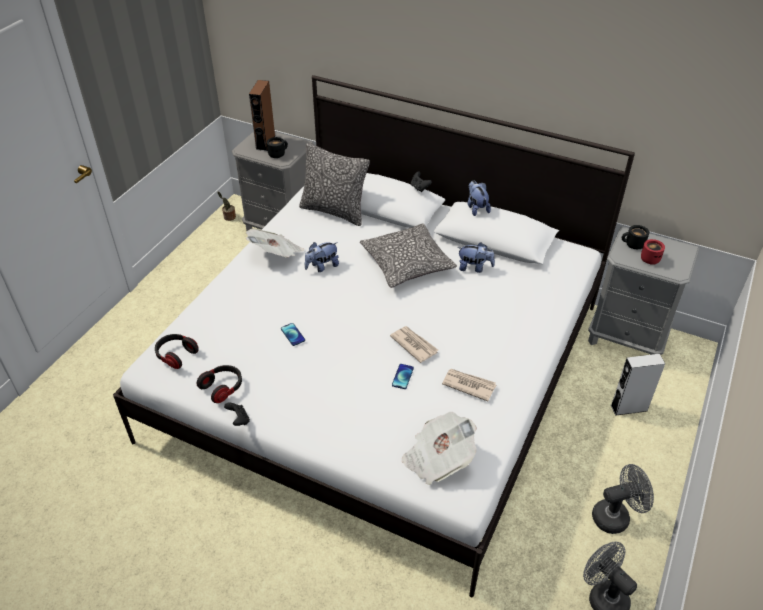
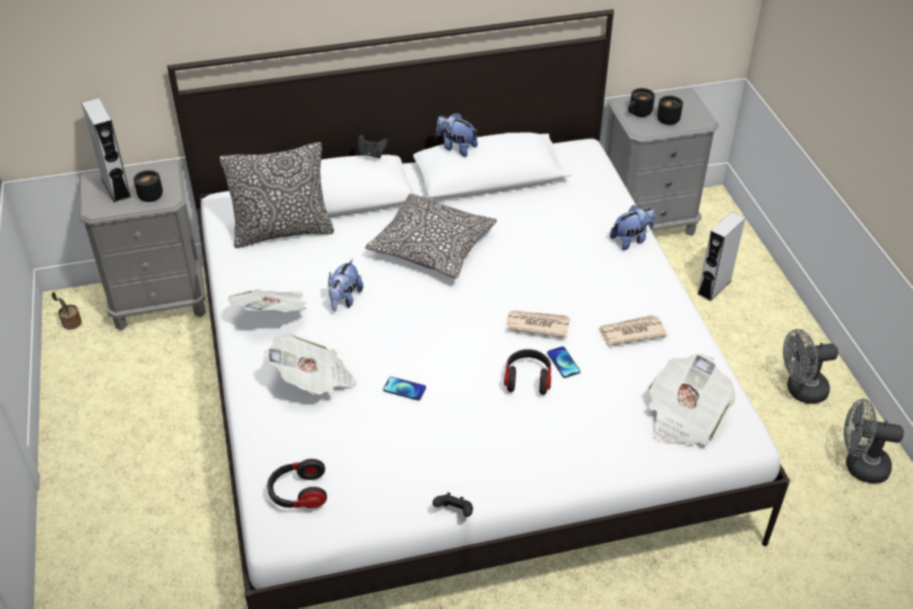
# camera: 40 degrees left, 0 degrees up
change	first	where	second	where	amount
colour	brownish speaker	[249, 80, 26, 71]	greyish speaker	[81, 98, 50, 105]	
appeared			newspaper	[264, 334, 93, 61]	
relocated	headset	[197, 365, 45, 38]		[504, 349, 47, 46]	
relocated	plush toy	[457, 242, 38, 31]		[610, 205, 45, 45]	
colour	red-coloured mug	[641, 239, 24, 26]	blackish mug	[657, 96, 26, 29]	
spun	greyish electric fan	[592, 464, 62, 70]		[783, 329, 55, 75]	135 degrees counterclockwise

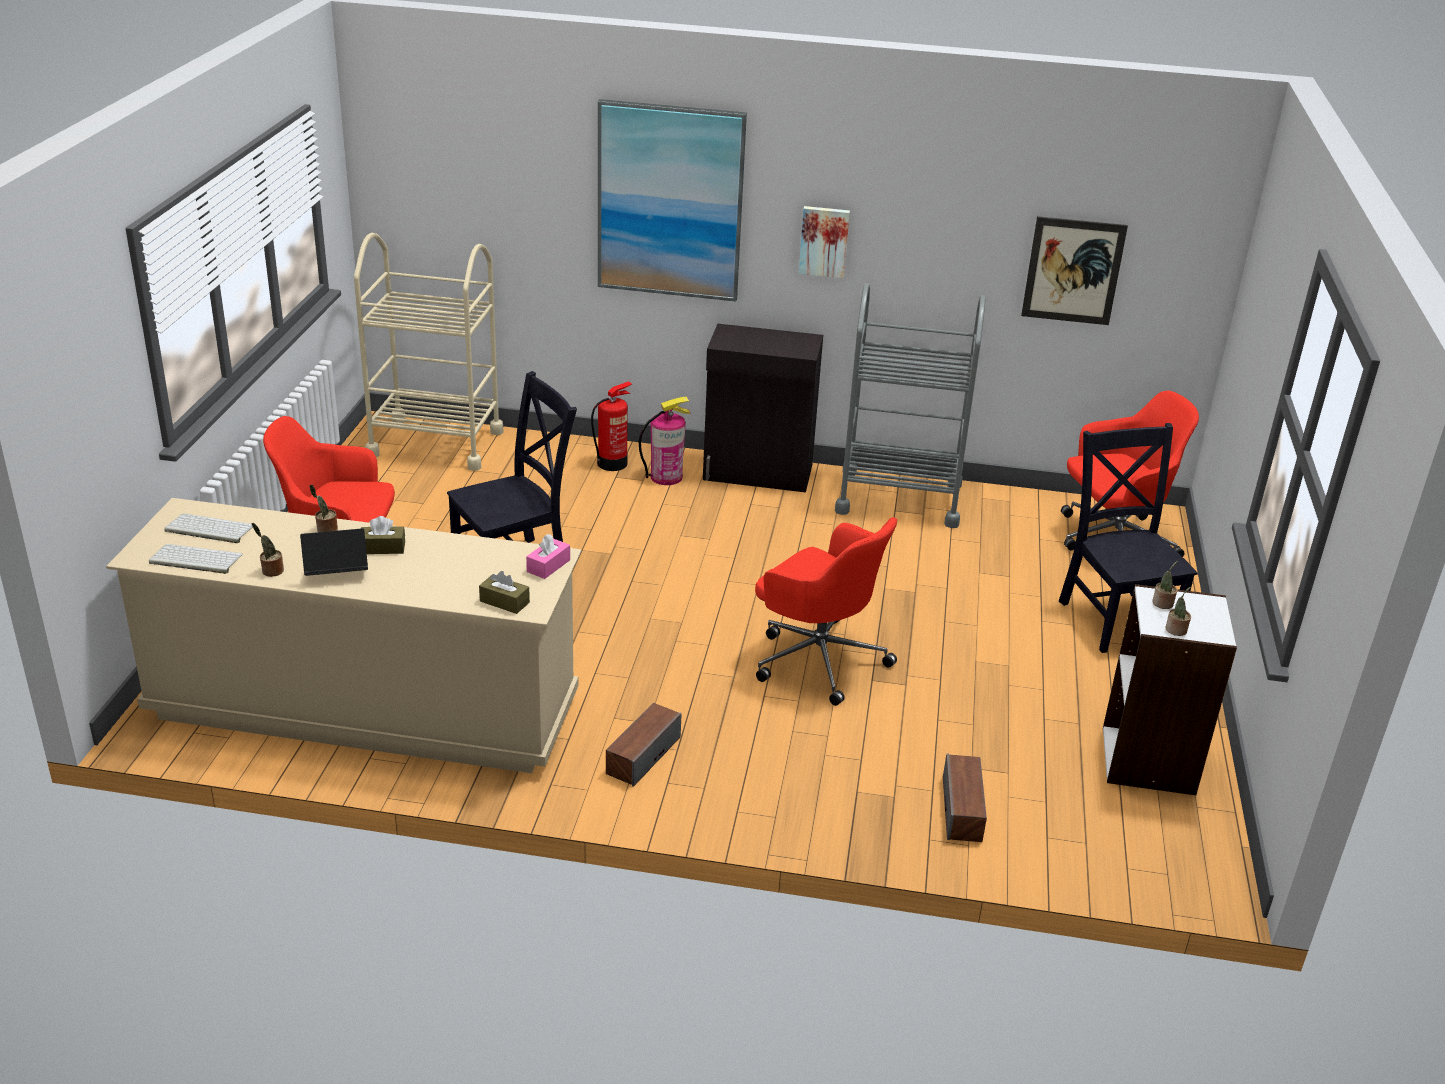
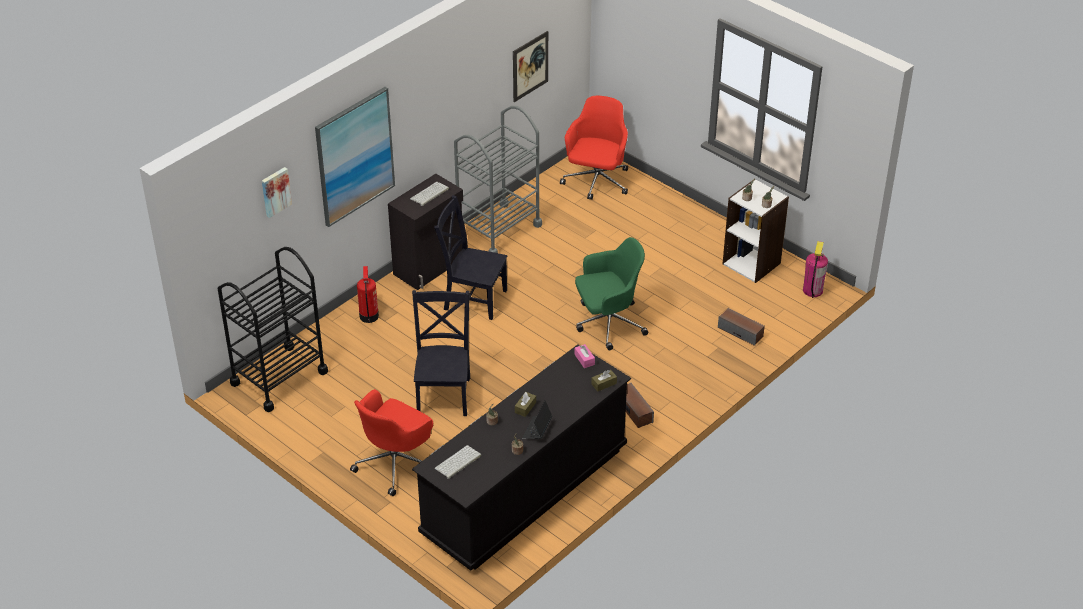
# camera: 55 degrees left, 10 degrees up
change	first	where	second	where	amount
colour	beige trolley	[354, 233, 150, 238]	blackish trolley	[217, 247, 111, 165]	
relocated	picture	[799, 206, 51, 72]		[262, 167, 30, 51]	
relocated	keyboard	[149, 544, 94, 30]		[410, 182, 39, 24]	
colour	beige dresser	[106, 498, 475, 275]	blackish dresser	[412, 344, 219, 227]	
relocated	blackish plain chair	[1059, 423, 139, 230]		[434, 195, 73, 125]	
colour	red-coloured office chair	[755, 517, 142, 189]	green office chair	[575, 237, 73, 113]	
relocated	extinguisher	[639, 397, 52, 88]		[803, 241, 25, 57]	

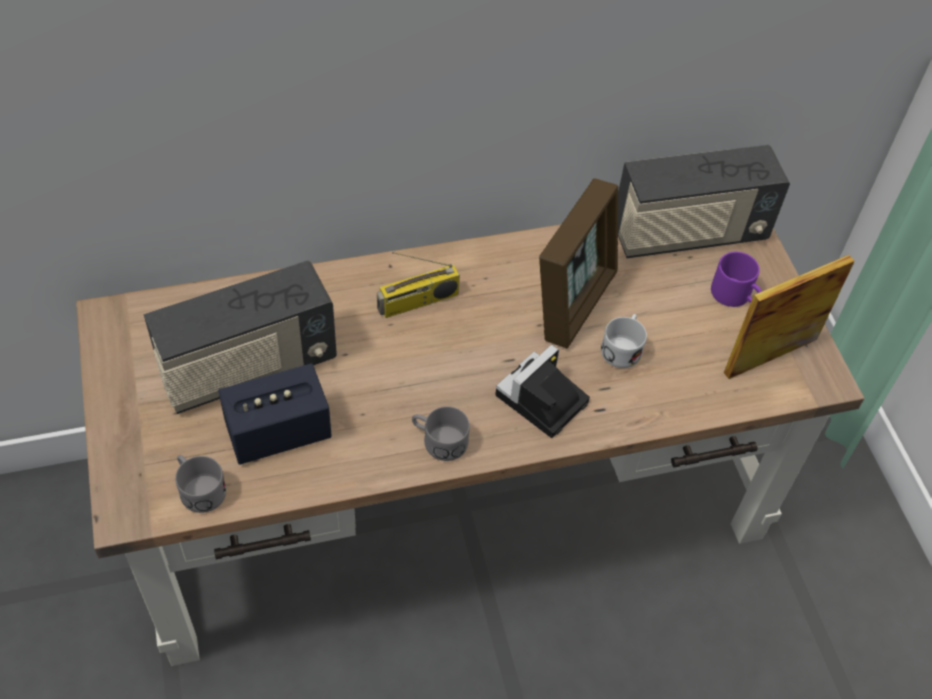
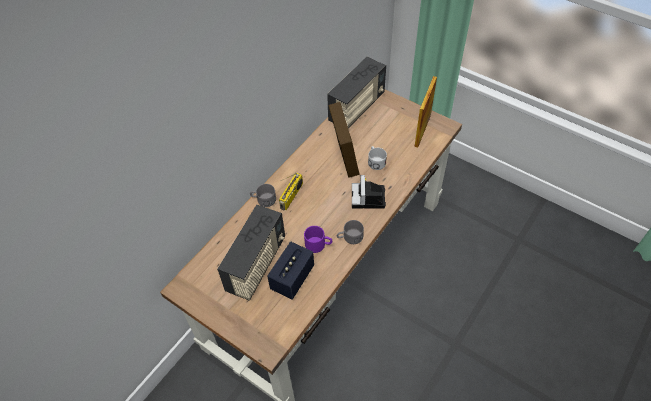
# camera: 35 degrees left, 0 degrees up
change	first	where	second	where	amount
relocated	greyish mug	[175, 455, 51, 58]		[250, 184, 26, 23]	
relocated	purple-coloured mug	[711, 252, 51, 55]		[304, 226, 28, 27]	

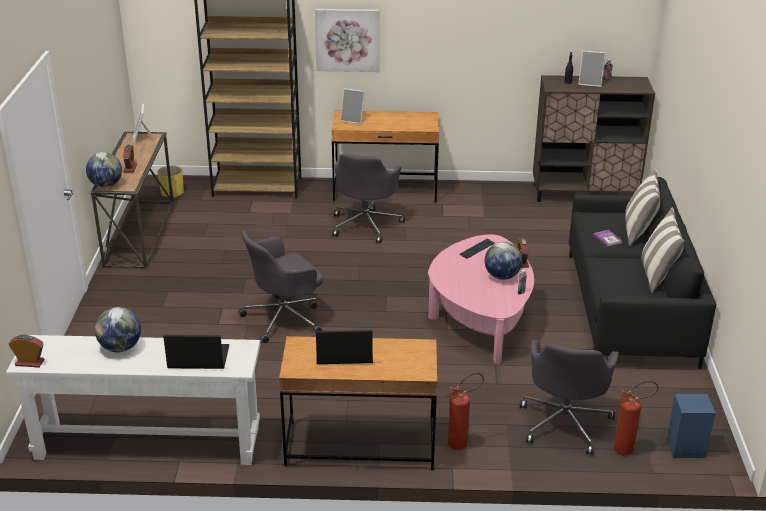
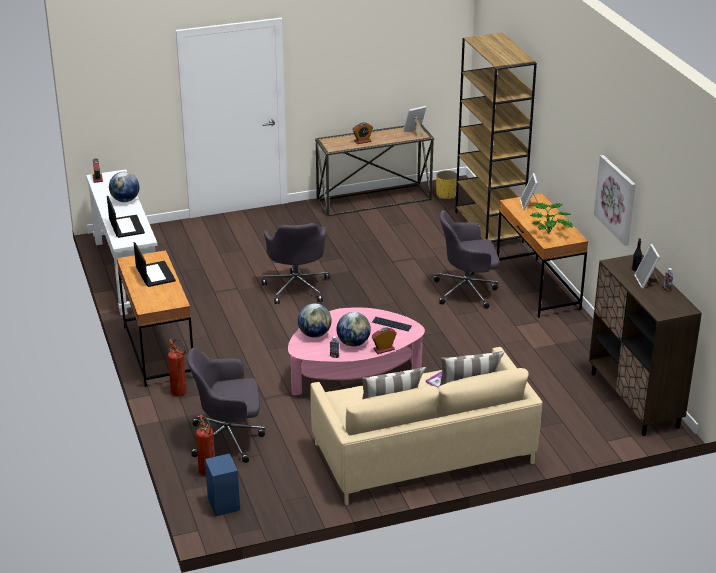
# camera: 70 degrees right, 0 degrees up
change	first	where	second	where	amount
spun	greyish office chair	[238, 230, 85, 113]		[262, 223, 68, 81]	135 degrees counterclockwise
relocated	globe	[86, 152, 36, 36]		[298, 303, 34, 35]	
colour	blackish settee	[569, 177, 147, 192]	beige settee	[310, 347, 233, 158]	
appeared			plant in a pot	[530, 202, 43, 31]	
relocated	picture	[315, 9, 65, 63]		[594, 155, 42, 91]	

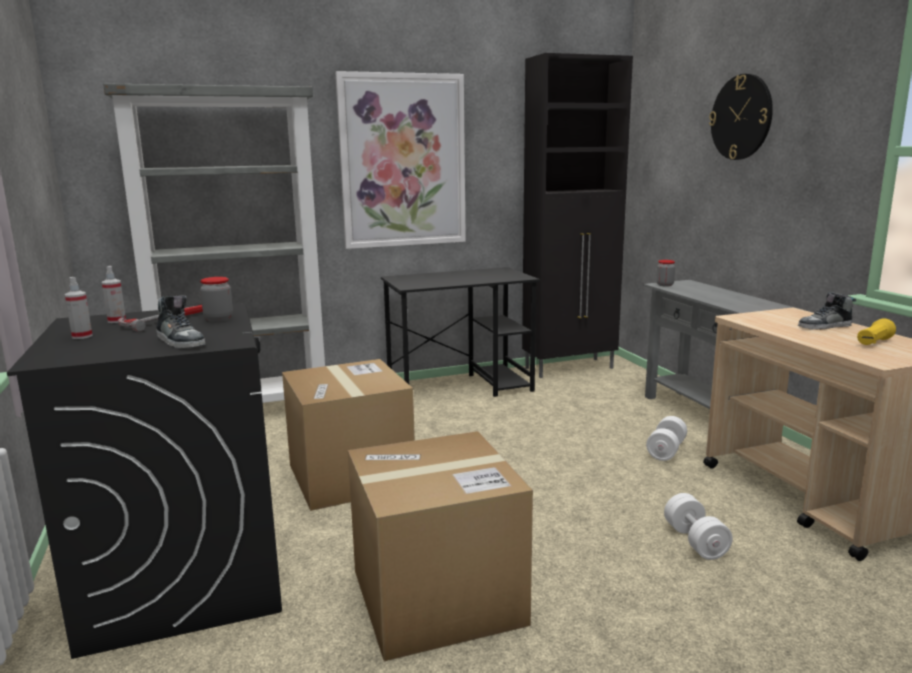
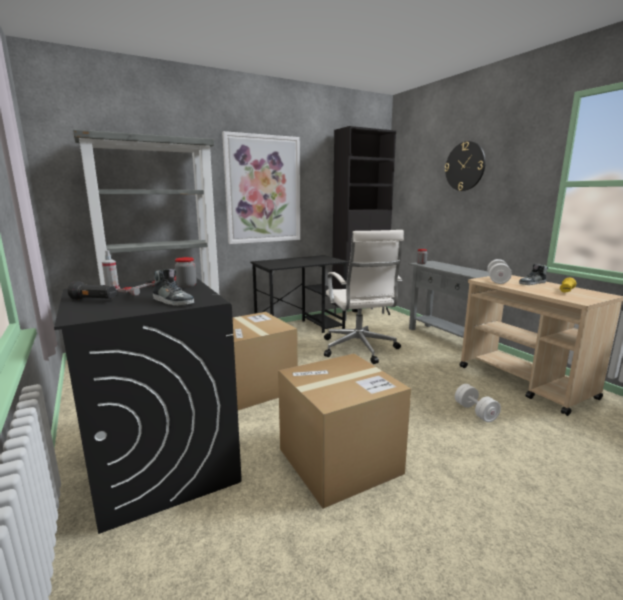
# camera: 10 degrees left, 0 degrees up
change	first	where	second	where	amount
exchanged	sprayer	[65, 277, 28, 62]	blackish torch	[68, 281, 49, 19]	
appeared			white office chair	[324, 230, 80, 134]	
relocated	white free weight	[646, 416, 41, 45]		[487, 259, 25, 25]	

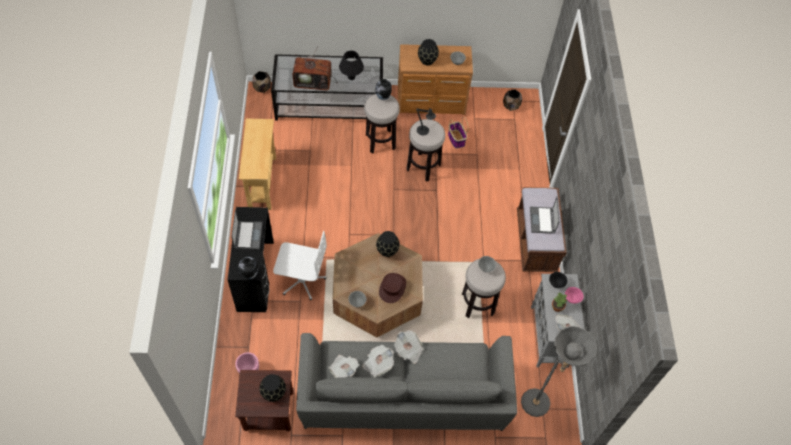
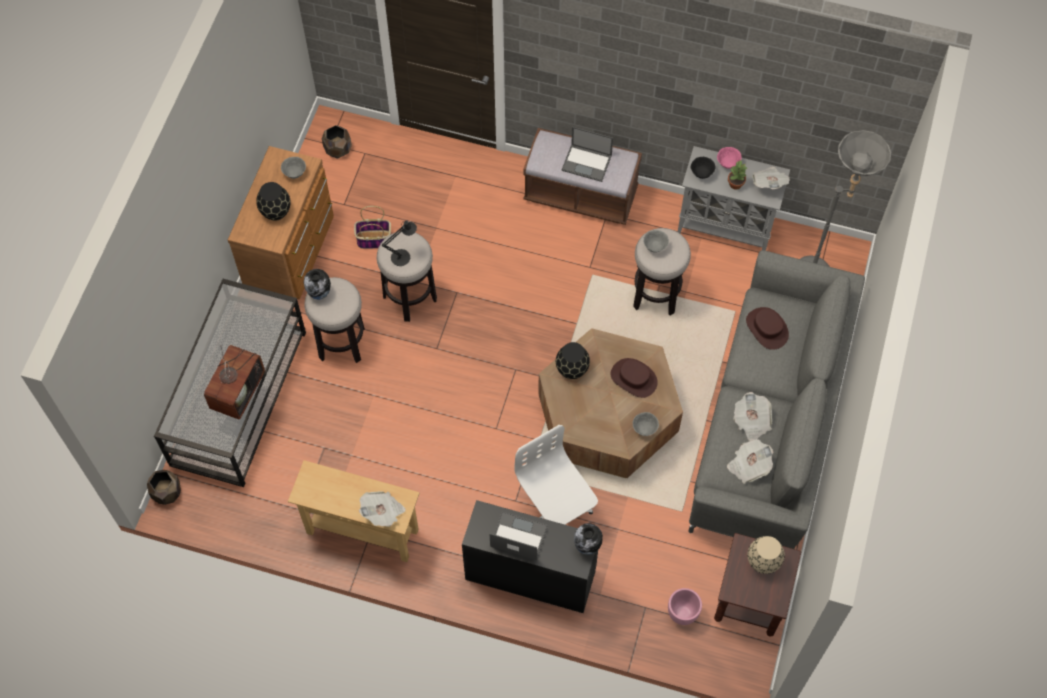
# camera: 70 degrees left, 5 degrees up
change	first	where	second	where	amount
relocated	newspaper	[394, 330, 30, 34]		[359, 491, 47, 36]	
spun	white office chair	[273, 231, 54, 69]		[514, 425, 84, 100]	60 degrees counterclockwise
appeared			brownish clothing hat	[746, 307, 43, 43]	
colour	blackish flower vase	[259, 374, 27, 28]	beige flower vase	[747, 536, 38, 38]	
missing	blackish tabletop lamp	[339, 50, 25, 30]			

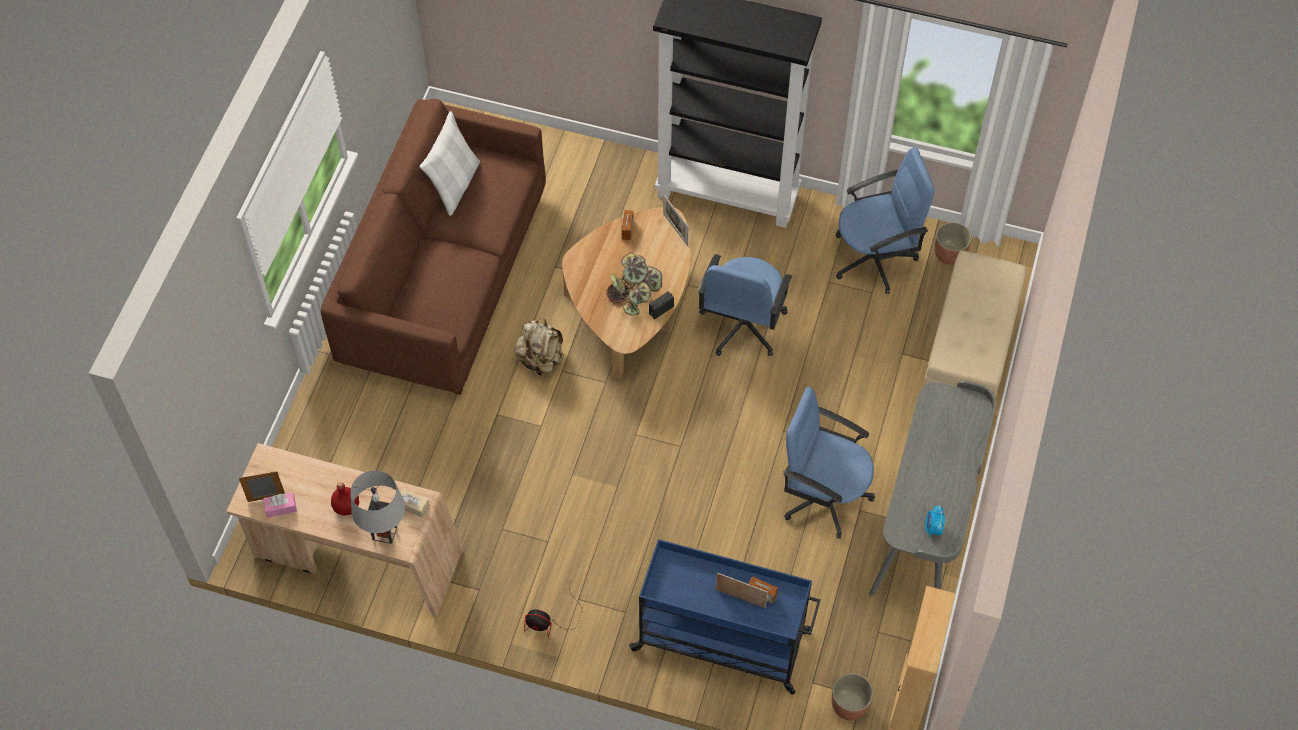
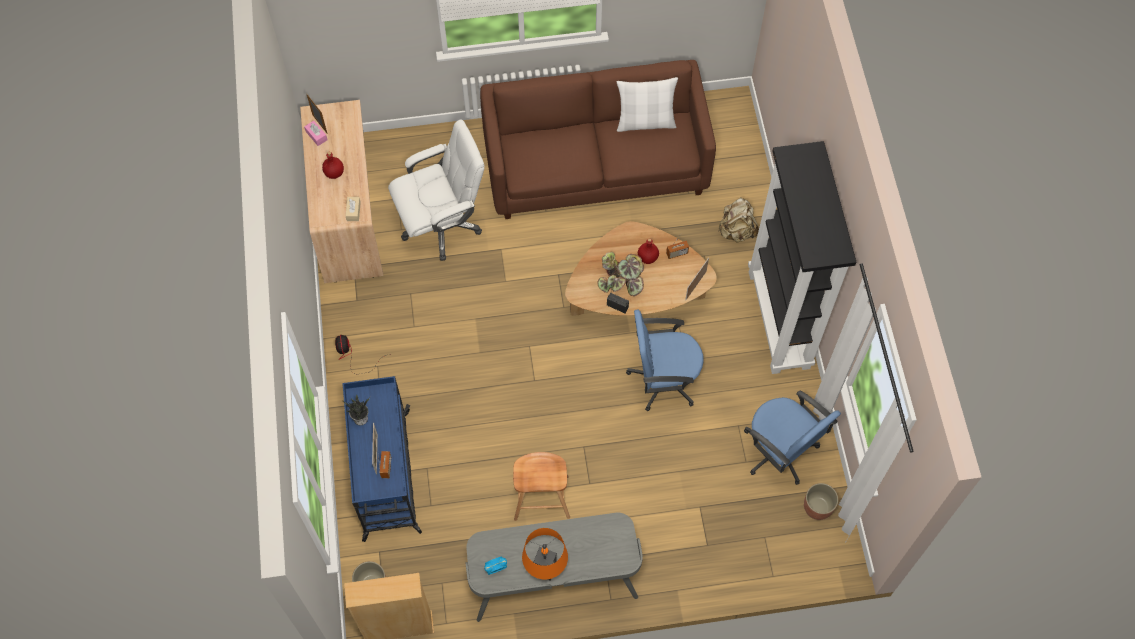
# camera: 65 degrees right, 5 degrees up
change	first	where	second	where	amount
appeared			plant in a pot	[343, 395, 27, 30]	
appeared			white office chair	[388, 119, 97, 142]	
exchanged	bluish office chair	[783, 387, 92, 152]	brownish stool	[513, 452, 57, 69]	
appeared			orangey tabletop lamp	[522, 528, 46, 53]	
appeared			red-coloured bottle	[638, 238, 21, 26]	
relocated	beige rucksack	[514, 318, 50, 57]		[719, 197, 40, 46]	
missing	greyish tabletop lamp	[351, 470, 54, 74]			
missing	beige indoor bench	[923, 251, 103, 147]			

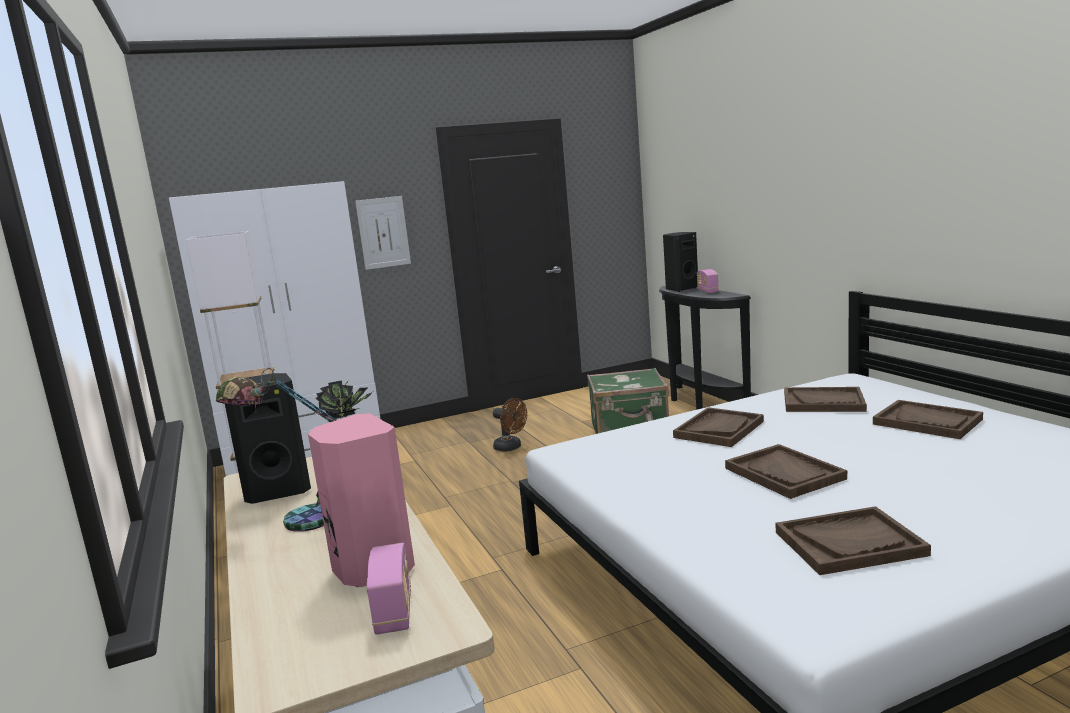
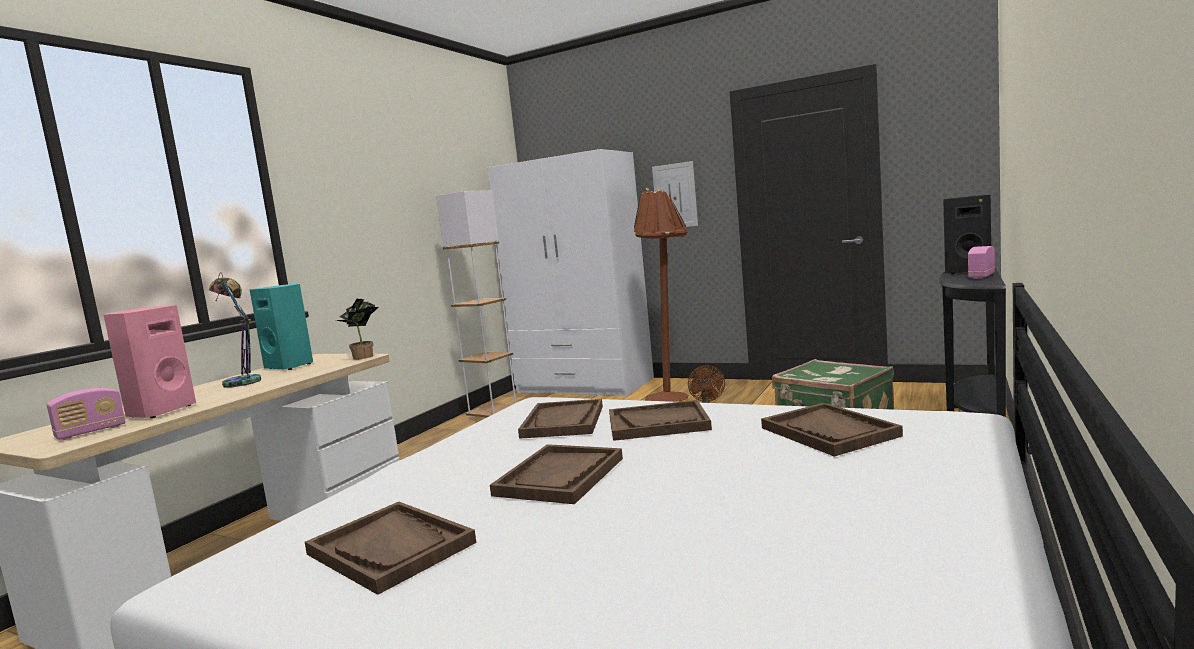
# camera: 50 degrees right, 5 degrees down
change	first	where	second	where	amount
colour	blackish speaker	[225, 373, 86, 131]	turquoise-coloured speaker	[250, 284, 63, 86]	
relocated	brownish serving tray	[873, 400, 110, 39]		[518, 399, 85, 40]	
appeared			brownish floor lamp	[634, 188, 55, 214]	

